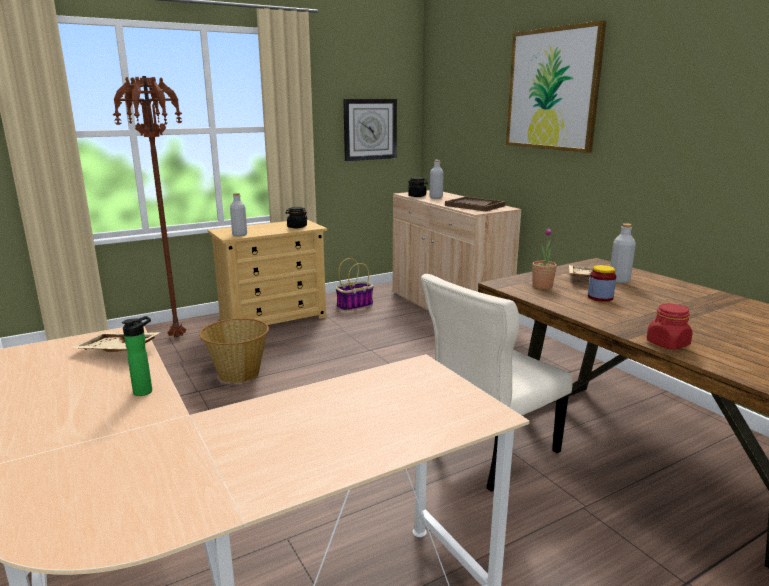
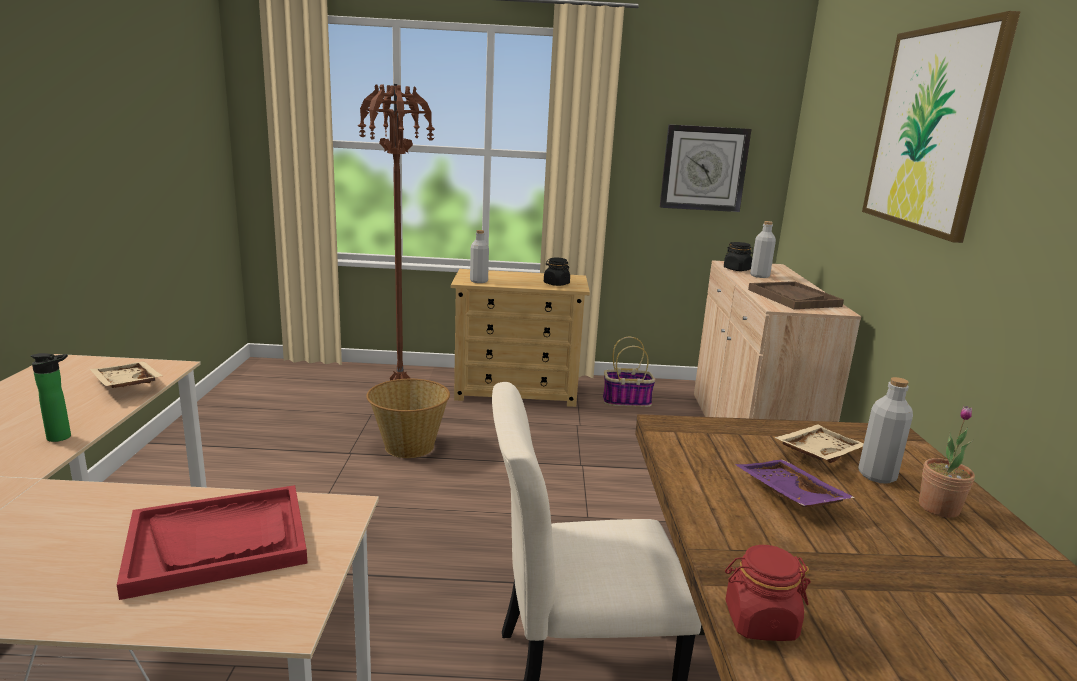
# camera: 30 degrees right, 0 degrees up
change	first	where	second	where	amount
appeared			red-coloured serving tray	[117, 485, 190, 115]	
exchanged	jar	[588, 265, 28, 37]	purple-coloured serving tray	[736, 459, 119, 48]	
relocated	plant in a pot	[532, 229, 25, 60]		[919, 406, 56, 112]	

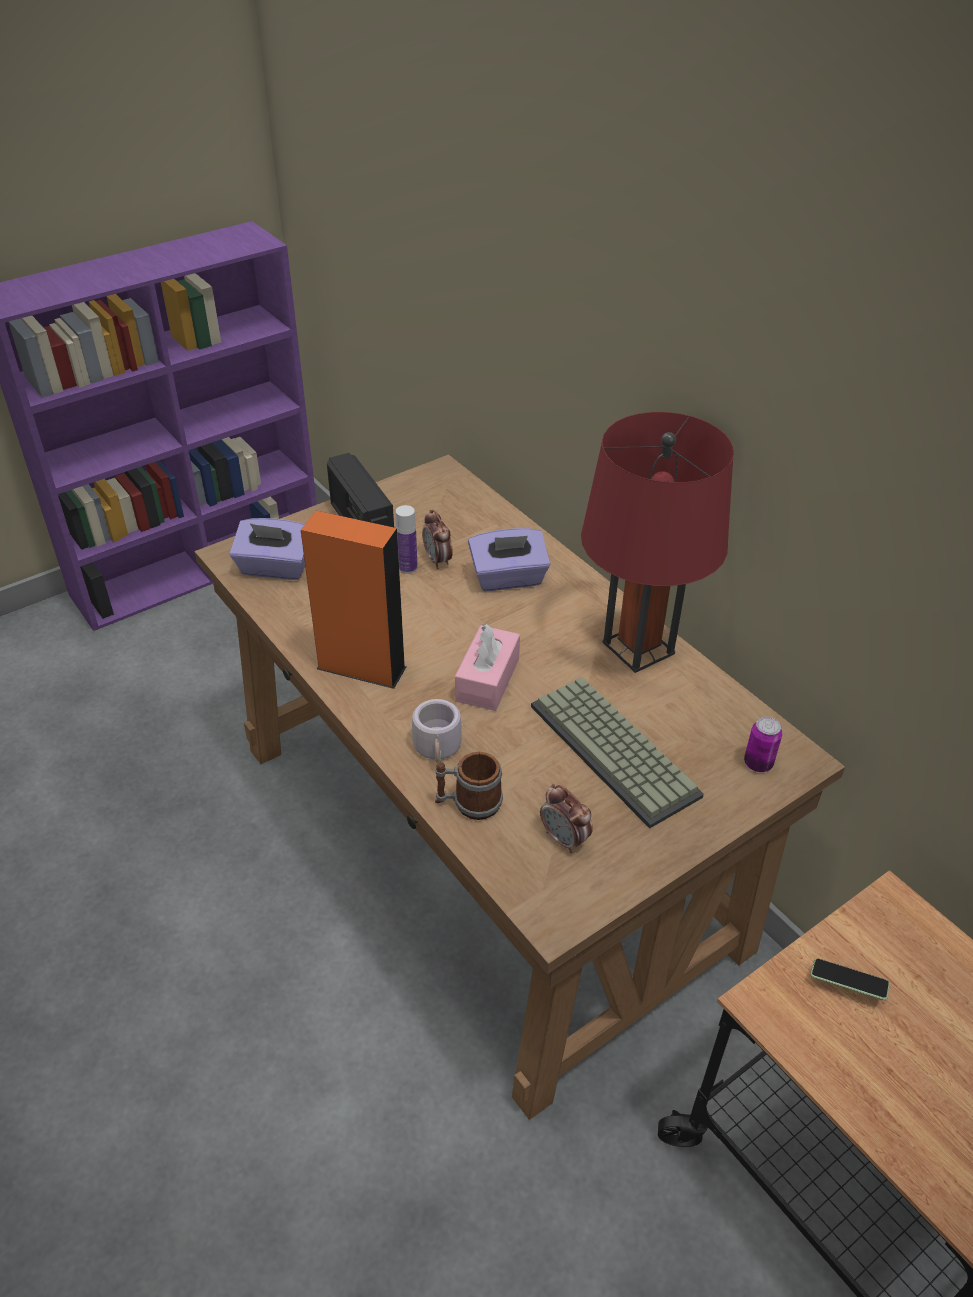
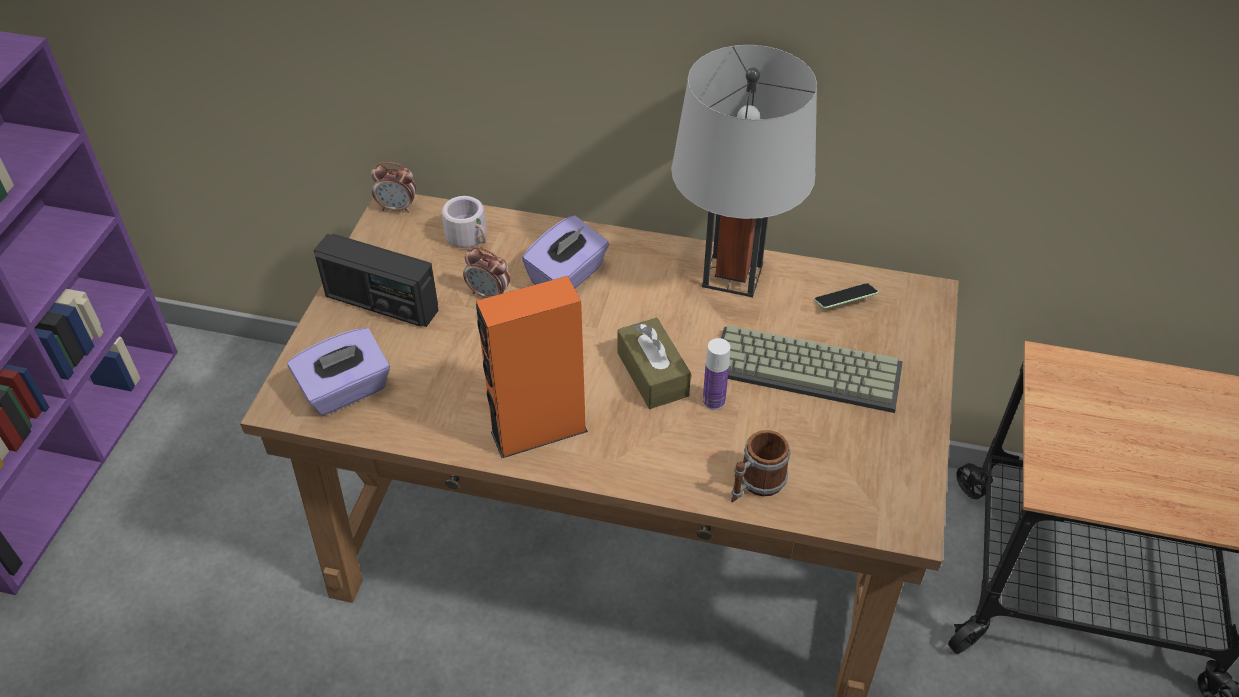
# camera: 40 degrees left, 5 degrees up
change	first	where	second	where	amount
relocated	bedside clock	[540, 784, 53, 69]		[371, 162, 45, 51]	
relocated	greyish mug	[412, 699, 55, 64]		[442, 196, 45, 52]	
colour	pink box of tissues	[455, 624, 65, 87]	brownish box of tissues	[618, 318, 73, 91]	
colour	red-coloured tabletop lamp	[581, 412, 153, 261]	greyish tabletop lamp	[671, 45, 146, 252]	
relocated	bottle	[396, 505, 22, 69]		[703, 338, 27, 72]	
relocated	telephone	[811, 958, 79, 42]		[814, 283, 65, 26]	
missing	sealed can	[744, 717, 38, 55]			

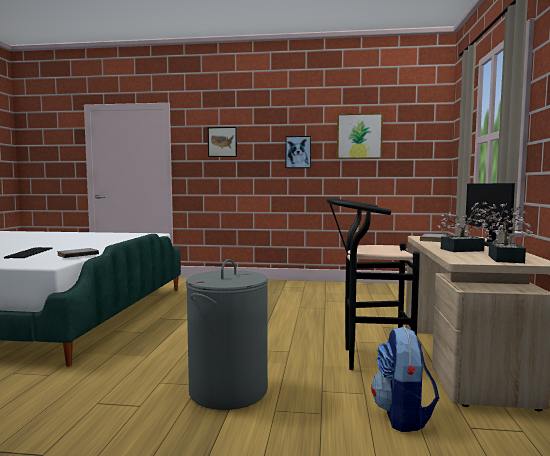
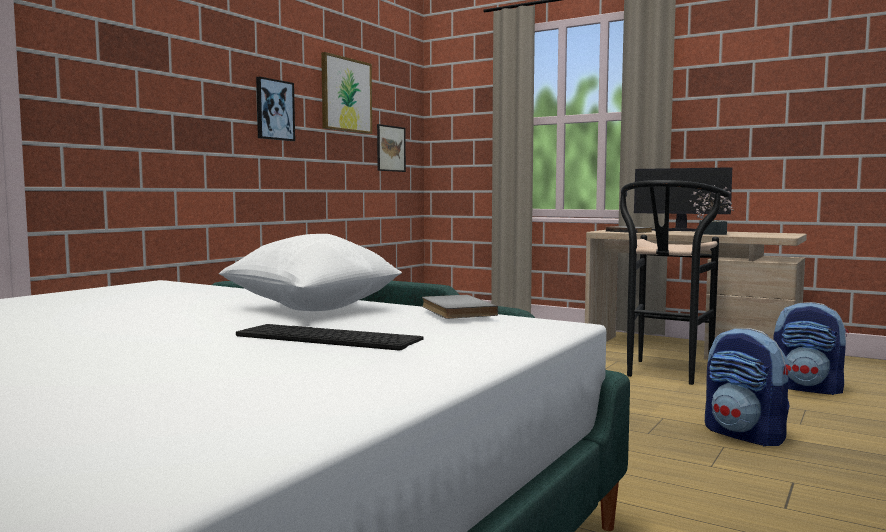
# camera: 65 degrees left, 0 degrees up
change	first	where	second	where	amount
appeared			white pillow	[219, 234, 183, 77]	
relocated	picture	[208, 127, 29, 30]		[377, 124, 29, 48]	
exchanged	greyish laundry basket	[186, 259, 82, 151]	rucksack	[705, 328, 86, 119]	
missing	plant in a pot	[478, 203, 57, 60]			

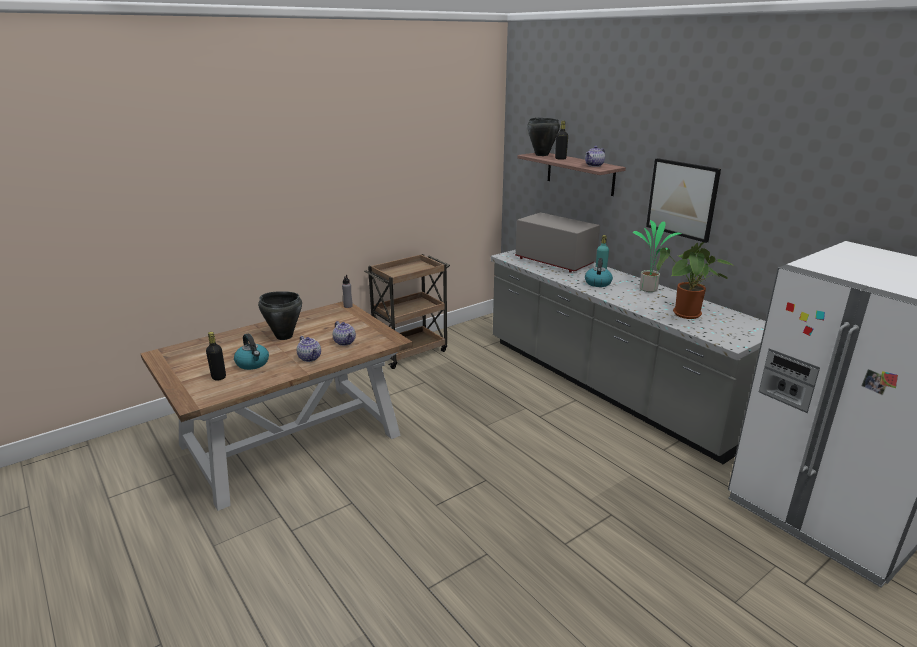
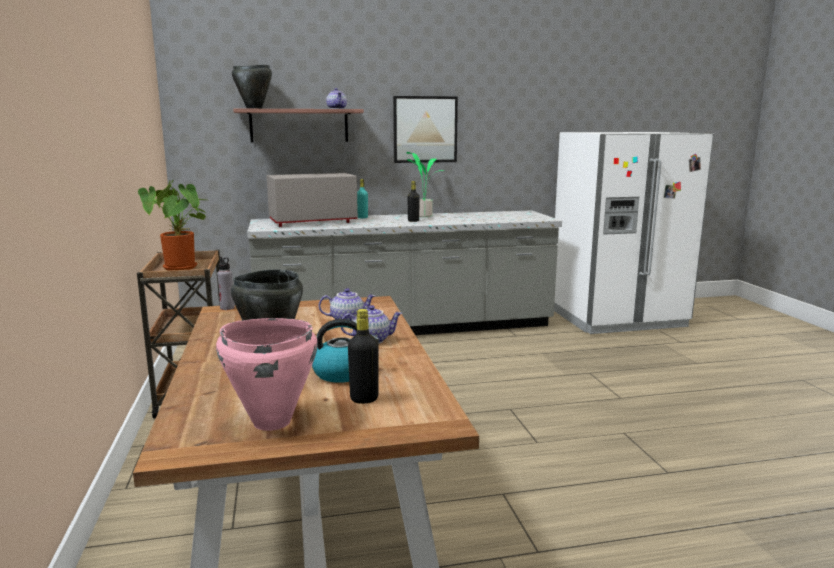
# camera: 65 degrees left, 10 degrees down
change	first	where	second	where	amount
relocated	plant in a pot	[657, 242, 75, 77]		[138, 180, 68, 91]	
appeared			pink cooking pot	[216, 318, 102, 113]	
relocated	blackish bottle	[555, 121, 13, 39]		[407, 181, 13, 41]	
missing	tea kettle	[585, 258, 28, 29]			

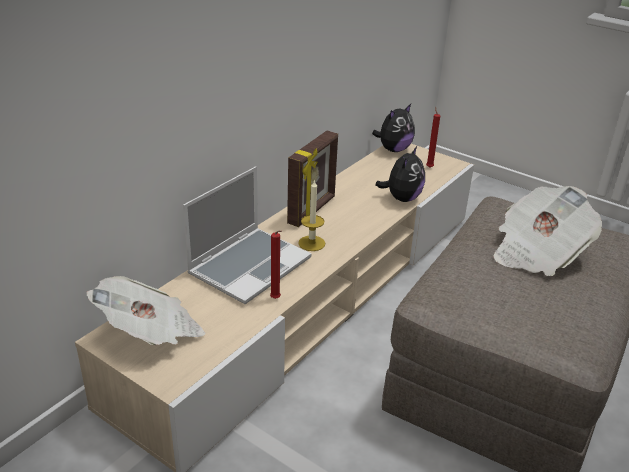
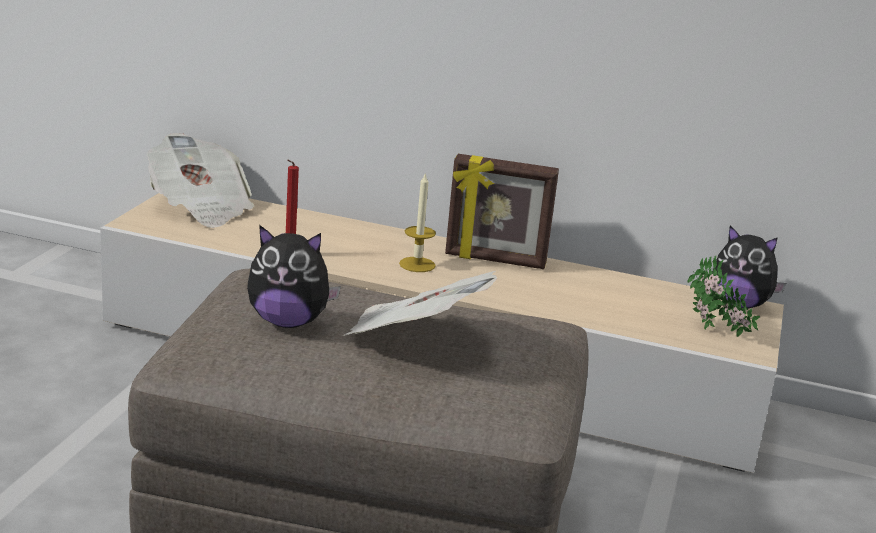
# camera: 70 degrees right, 10 degrees down
change	first	where	second	where	amount
relocated	plush toy	[375, 146, 50, 56]		[247, 225, 94, 103]	
exchanged	red-coloured candle	[426, 106, 14, 62]	plant in a pot	[687, 255, 73, 82]	
missing	laptop	[183, 166, 128, 138]			

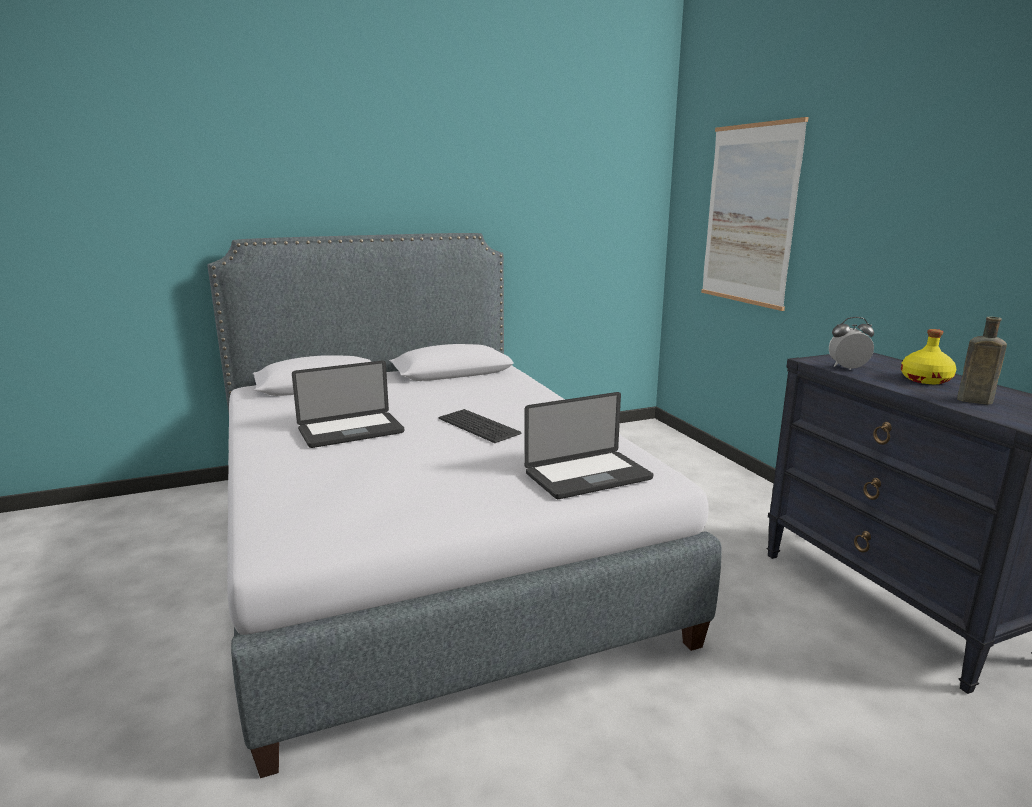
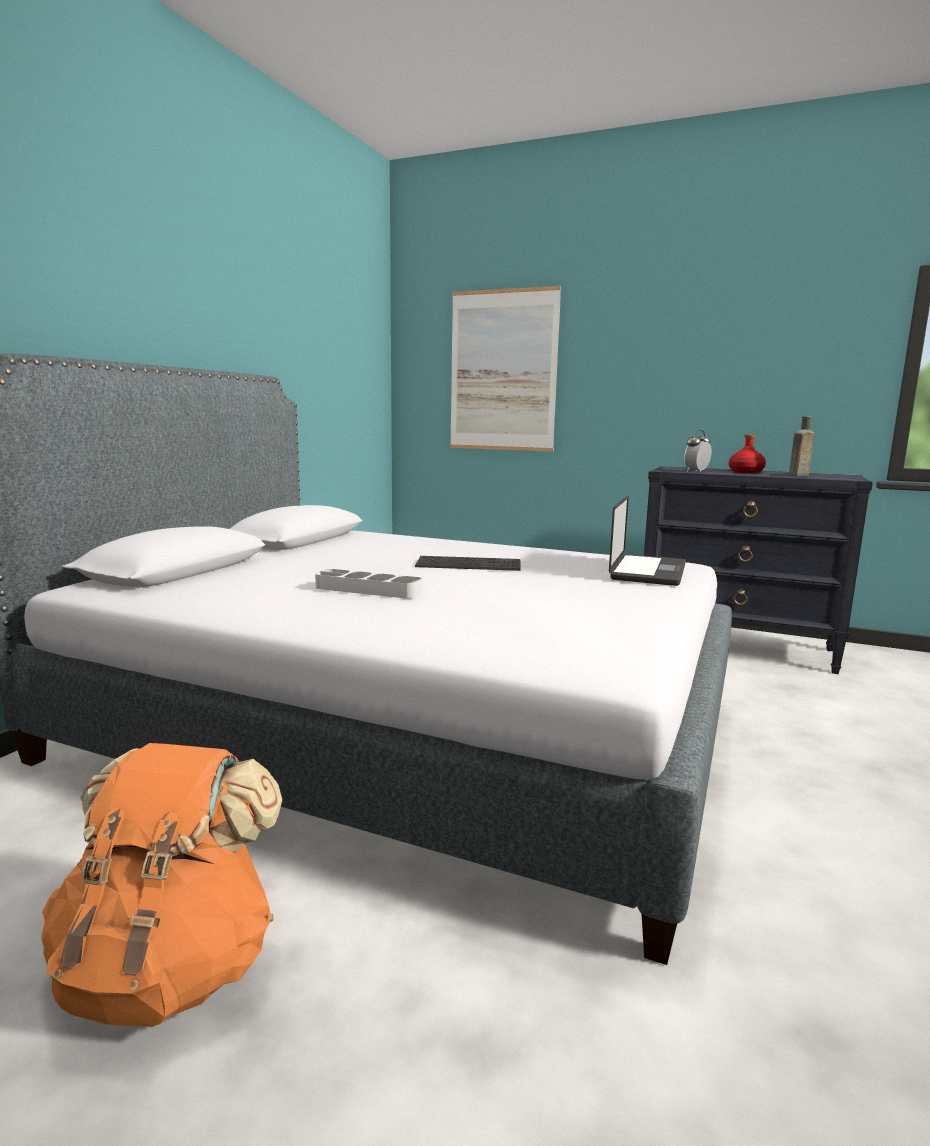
# camera: 45 degrees left, 5 degrees down
change	first	where	second	where	amount
appeared			orangey rucksack	[41, 743, 241, 284]	
exchanged	laptop	[292, 361, 112, 87]	greyish serving tray	[315, 569, 107, 30]	
colour	yellowish bottle	[901, 329, 55, 55]	red-coloured bottle	[729, 434, 37, 39]	

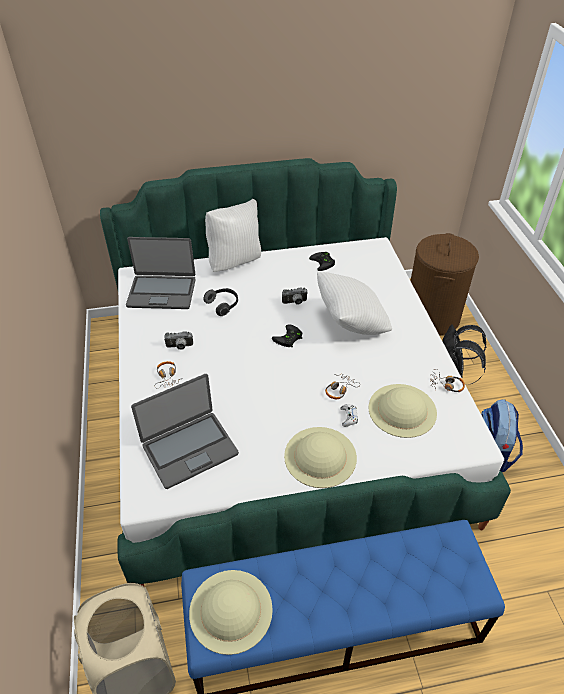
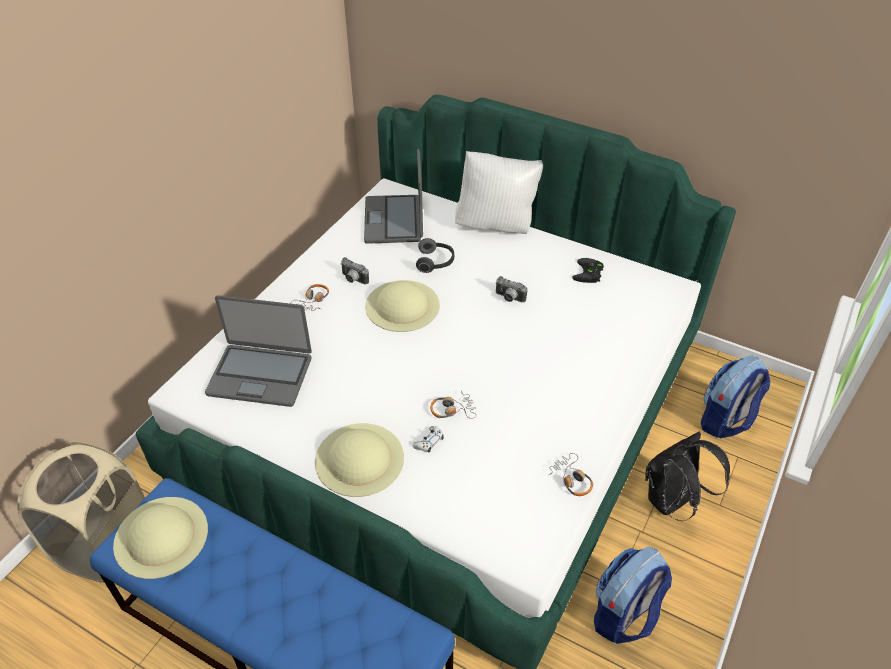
# camera: 40 degrees right, 0 degrees up
change	first	where	second	where	amount
spun	laptop	[126, 237, 70, 72]		[364, 149, 59, 95]	45 degrees clockwise
relocated	beige clothing hat	[368, 384, 69, 54]		[365, 280, 75, 52]	
exchanged	brownish laundry basket	[410, 233, 69, 102]	rucksack	[701, 355, 69, 83]	
missing	blackish game controller	[272, 324, 31, 23]			
missing	white pillow	[317, 271, 75, 64]			

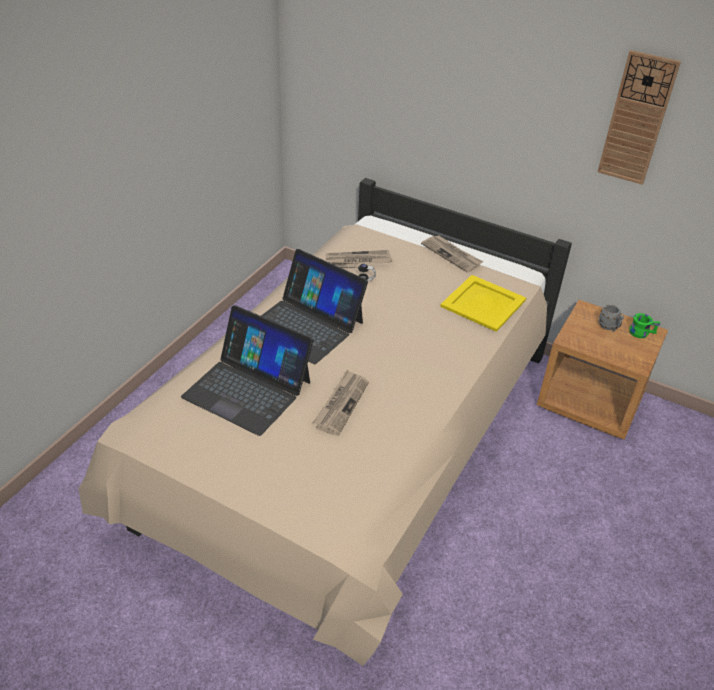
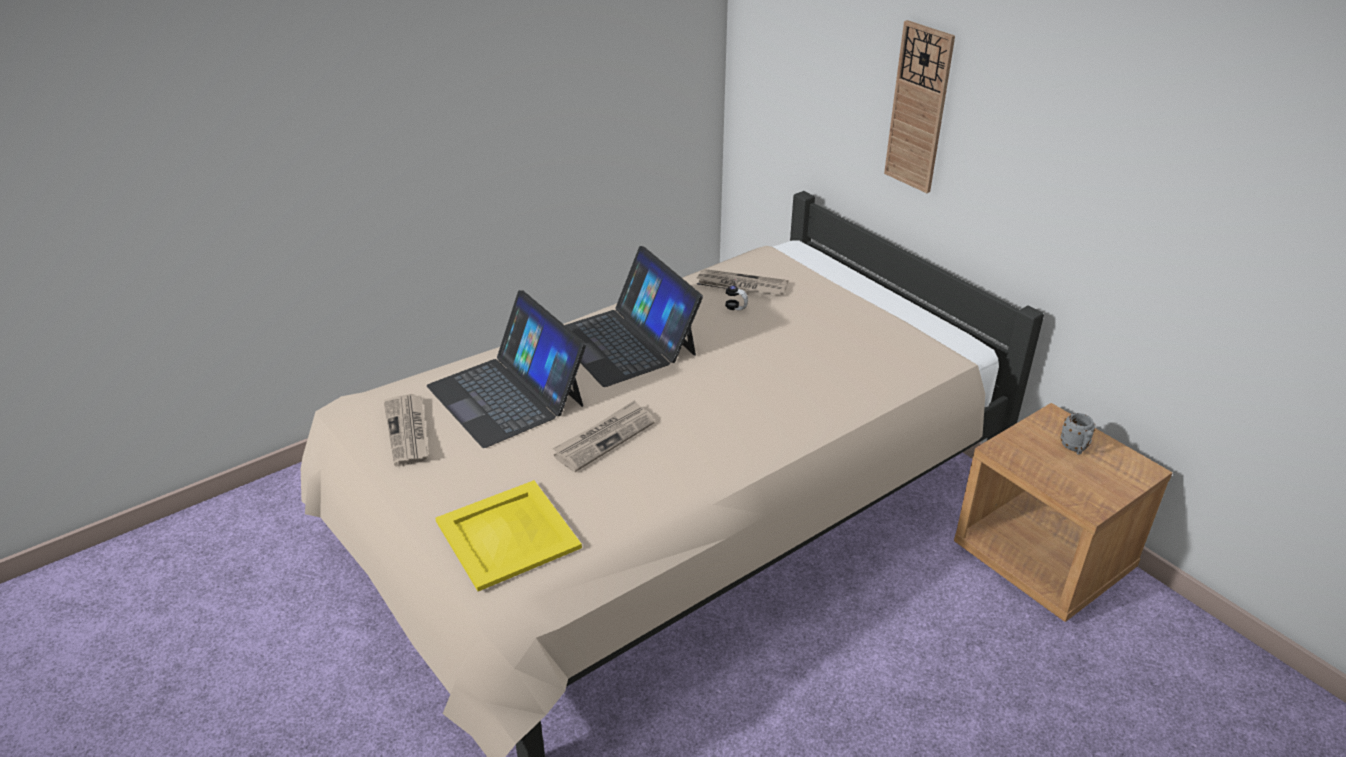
# camera: 25 degrees right, 5 degrees down
change	first	where	second	where	amount
relocated	newspaper	[421, 236, 62, 36]		[384, 394, 45, 72]	
relocated	yellowish serving tray	[440, 275, 86, 57]		[435, 480, 147, 111]	
relocated	clock on the wall	[598, 50, 83, 135]		[884, 20, 71, 173]	
missing	green mug	[629, 313, 31, 25]			

